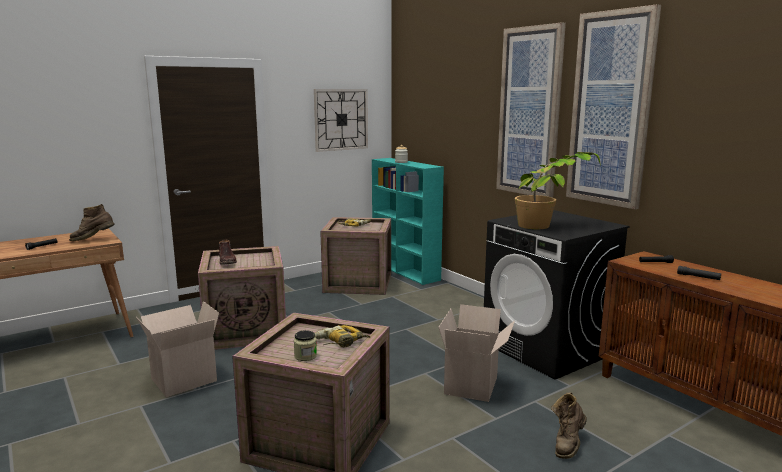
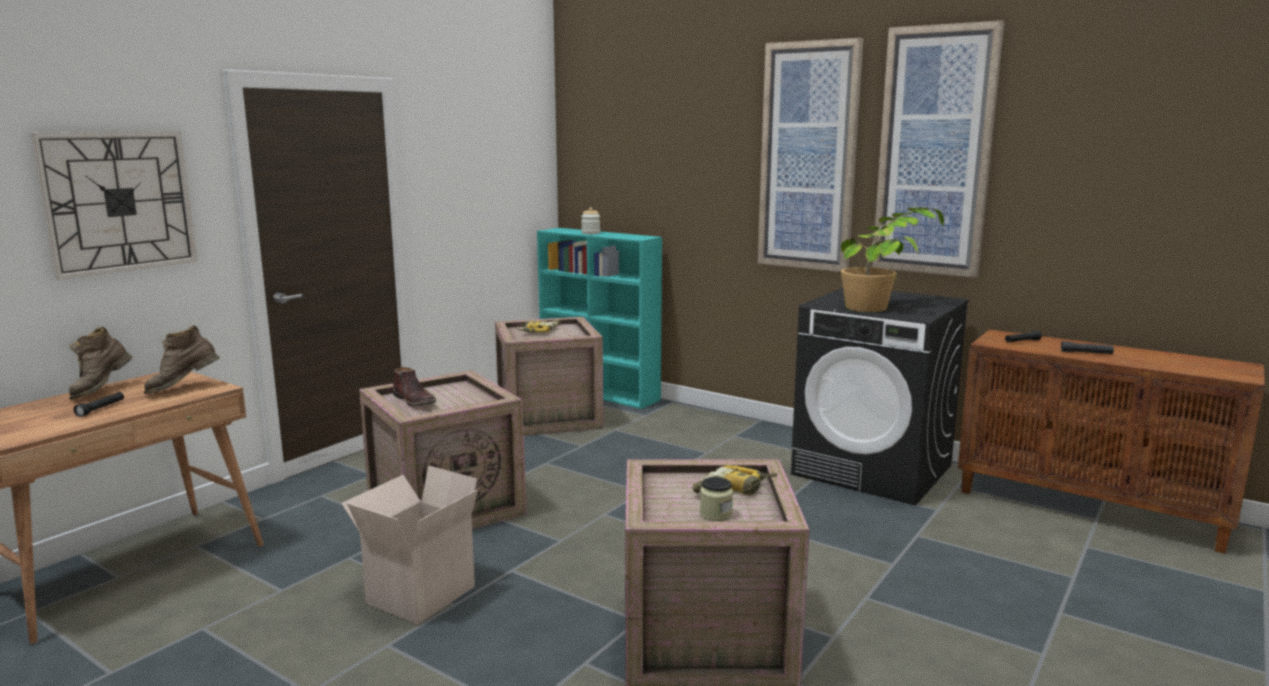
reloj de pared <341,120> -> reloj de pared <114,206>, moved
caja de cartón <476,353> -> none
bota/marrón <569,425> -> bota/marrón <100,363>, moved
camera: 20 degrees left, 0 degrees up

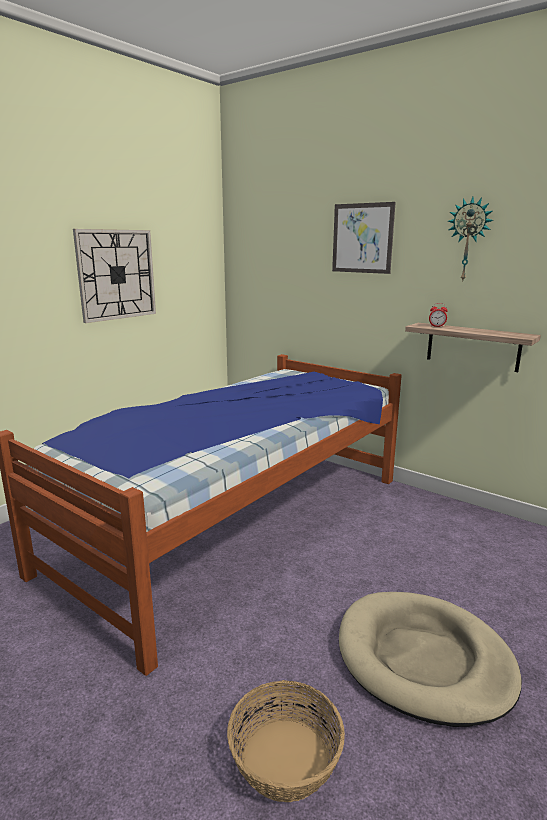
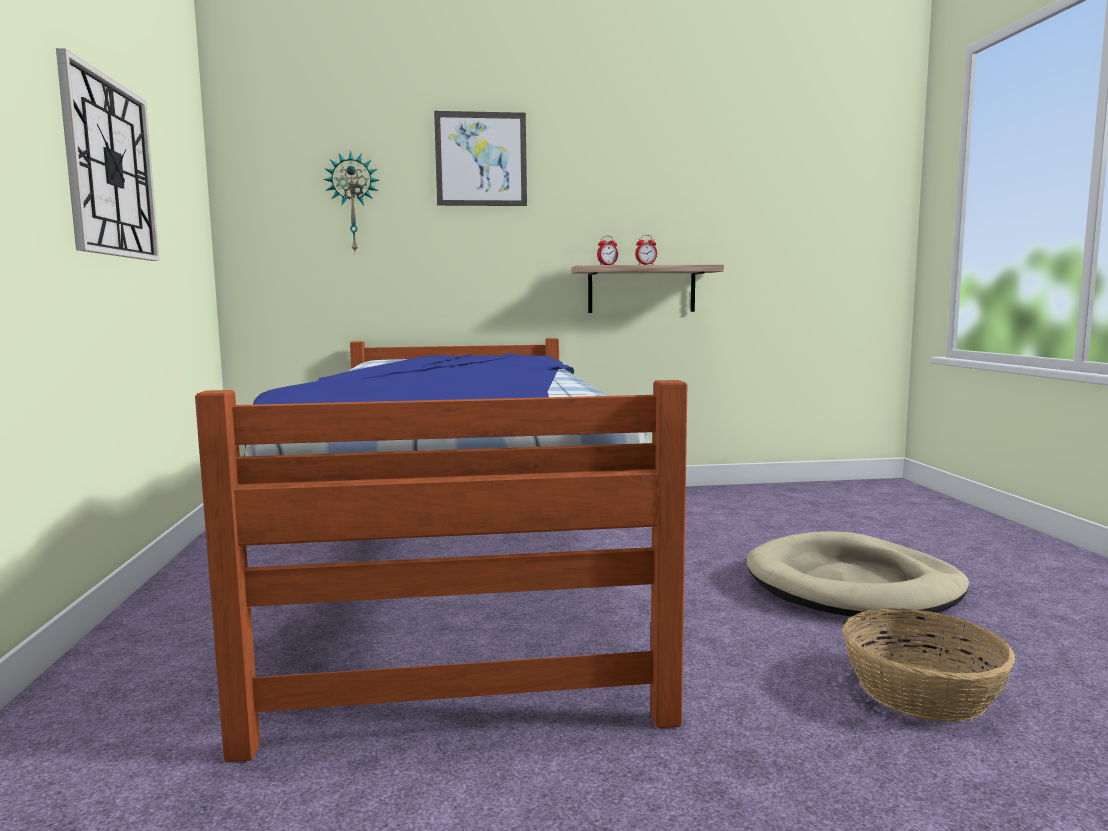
reloj de pared <471,238> -> reloj de pared <351,201>, moved
none -> despertador <646,250>
camera: 45 degrees left, 10 degrees down

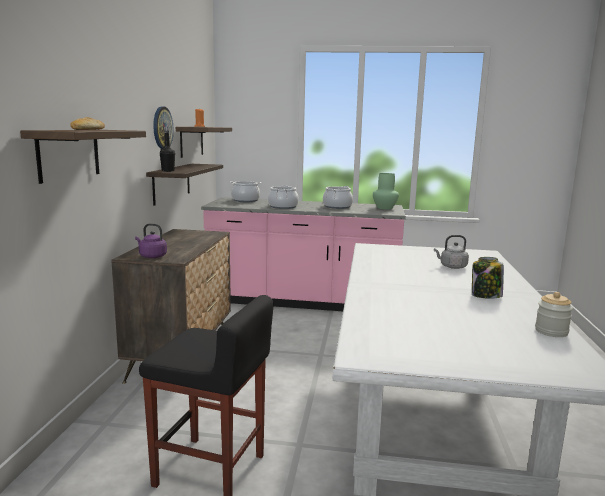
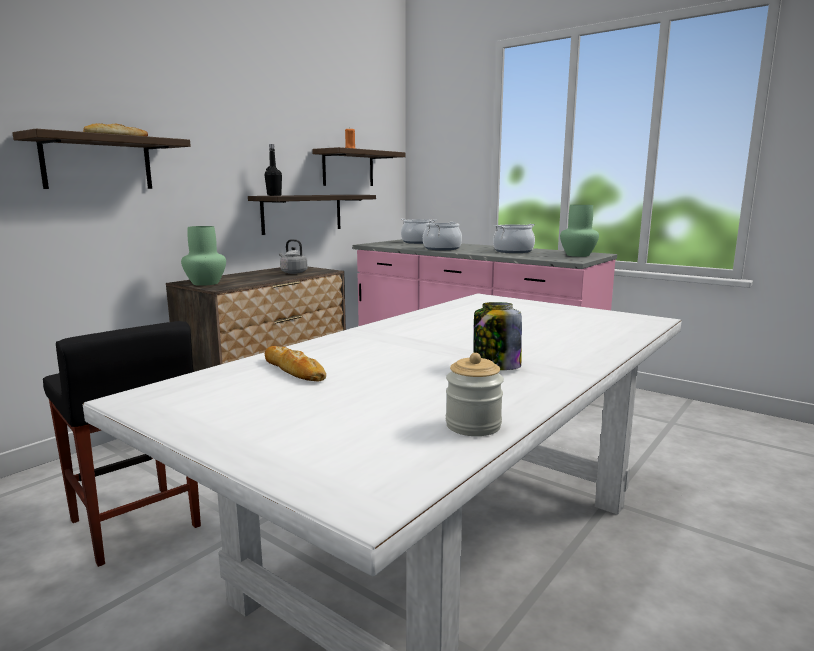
hervidor/morado <151,241> -> florero/verde <203,256>
reloj de pared <163,127> -> none
hervidor/gris <451,252> -> hervidor/gris <293,256>, moved
none -> pan <295,363>
camera: 30 degrees right, 0 degrees up

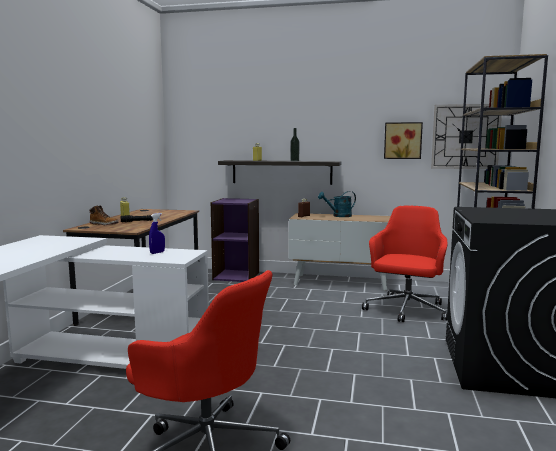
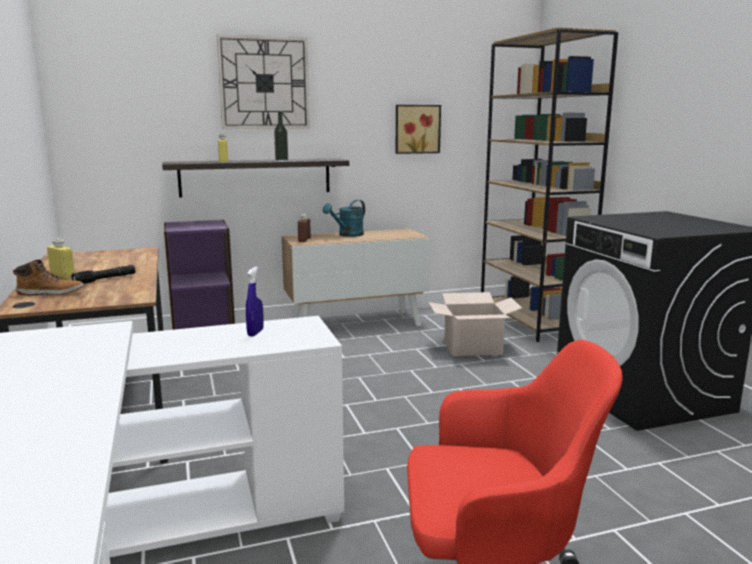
silla de oficina/rojo <405,264> -> caja de cartón <475,324>
reloj de pared <466,136> -> reloj de pared <263,81>, moved
camera: 30 degrees left, 5 degrees up

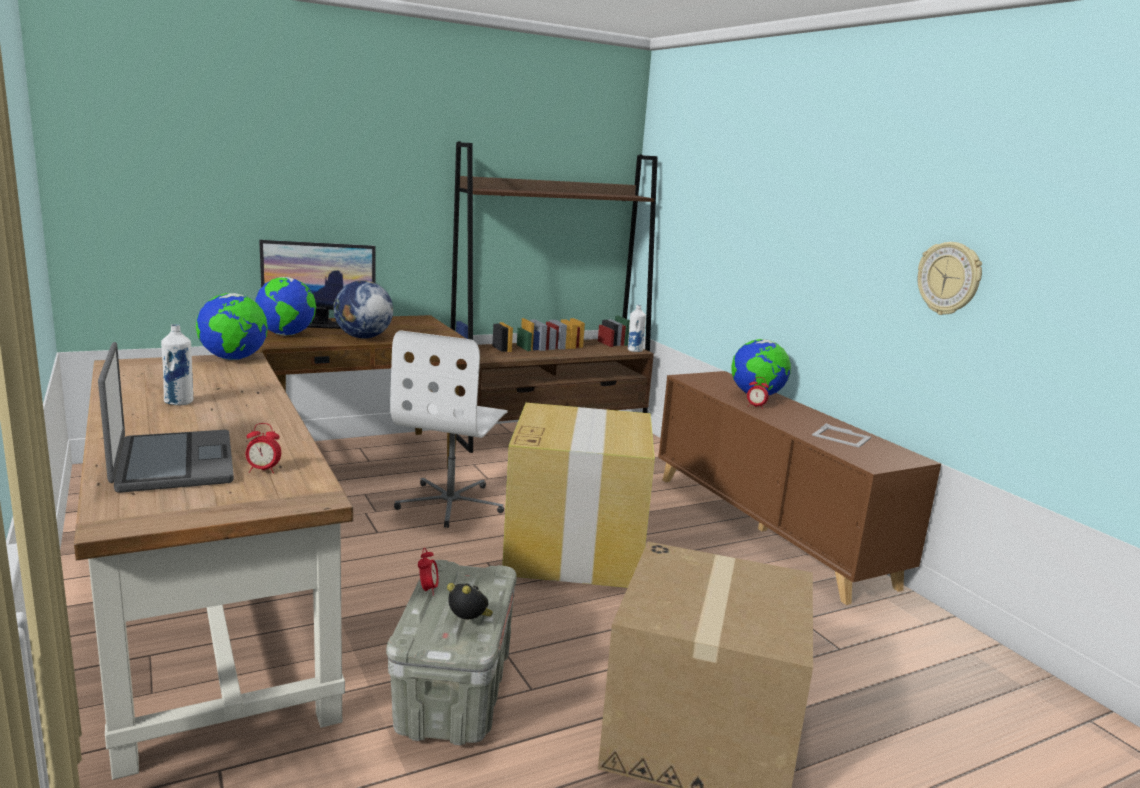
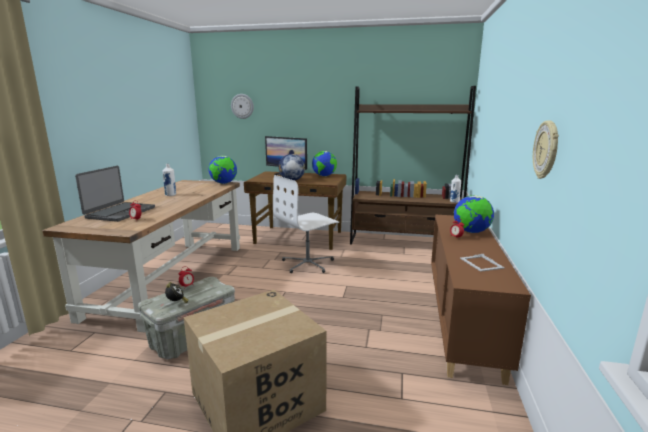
globo terráqueo <285,306> -> globo terráqueo <324,163>, moved
caja de cartón <578,495> -> none
none -> reloj de pared <242,106>
camera: 40 degrees right, 0 degrees up

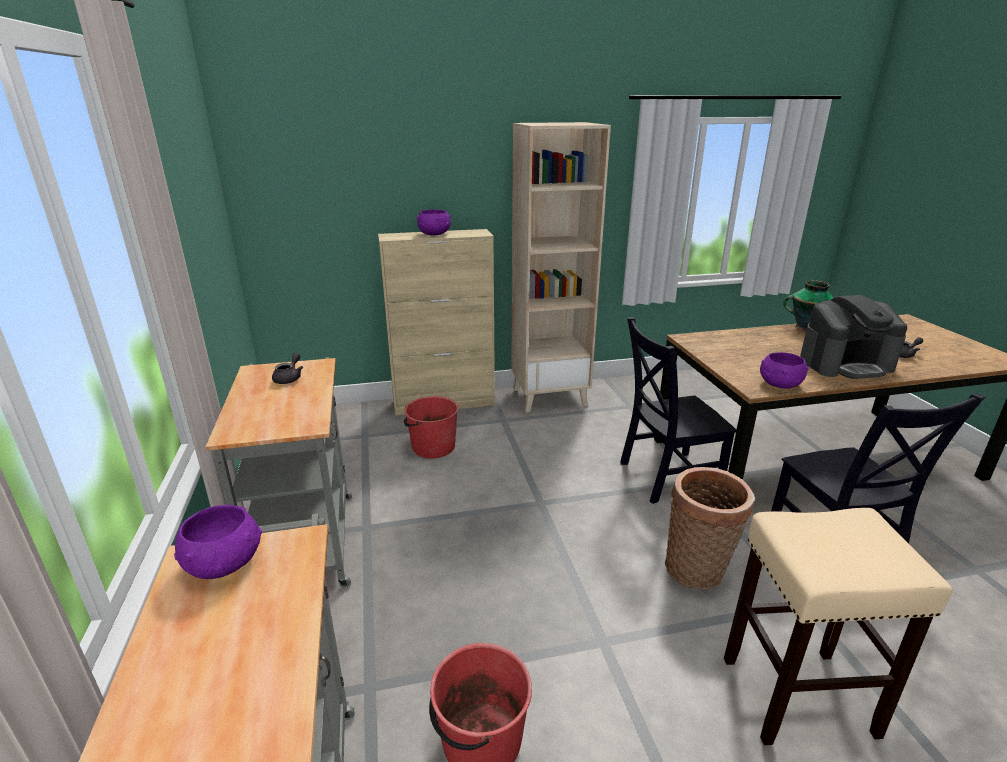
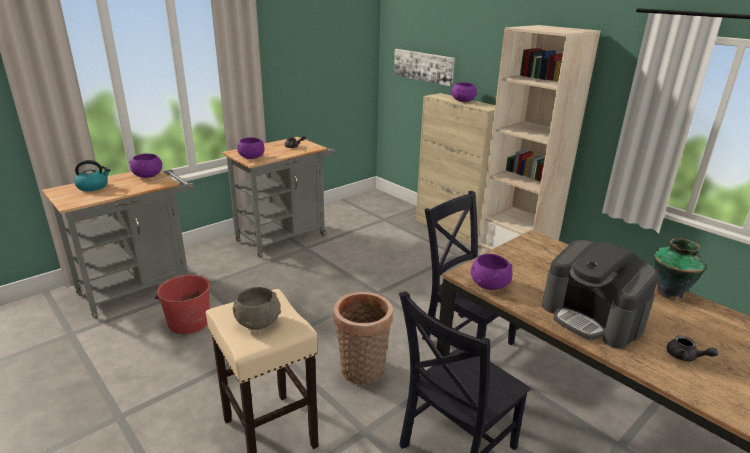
cubo/rojo <431,427> -> none
none -> hervidor <92,175>
none -> cuenco/gris <256,308>
none -> cuenco/morado <251,148>
none -> cuadro <424,67>
camera: 60 degrees right, 0 degrees up

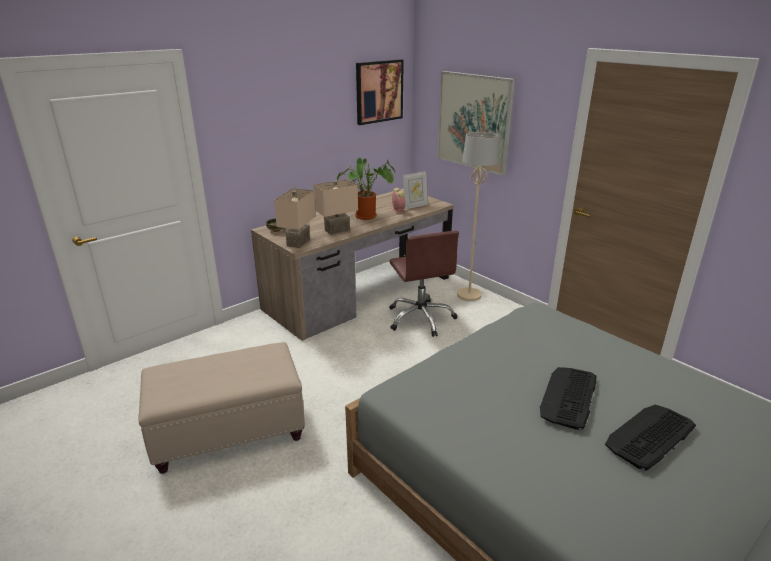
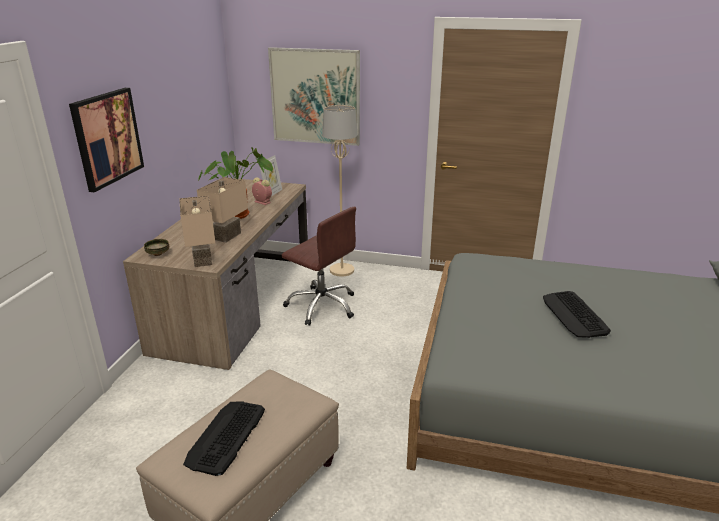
cuadro <380,92> -> cuadro <106,140>, moved
teclado <650,438> -> teclado <224,438>, moved
camera: 35 degrees left, 0 degrees up

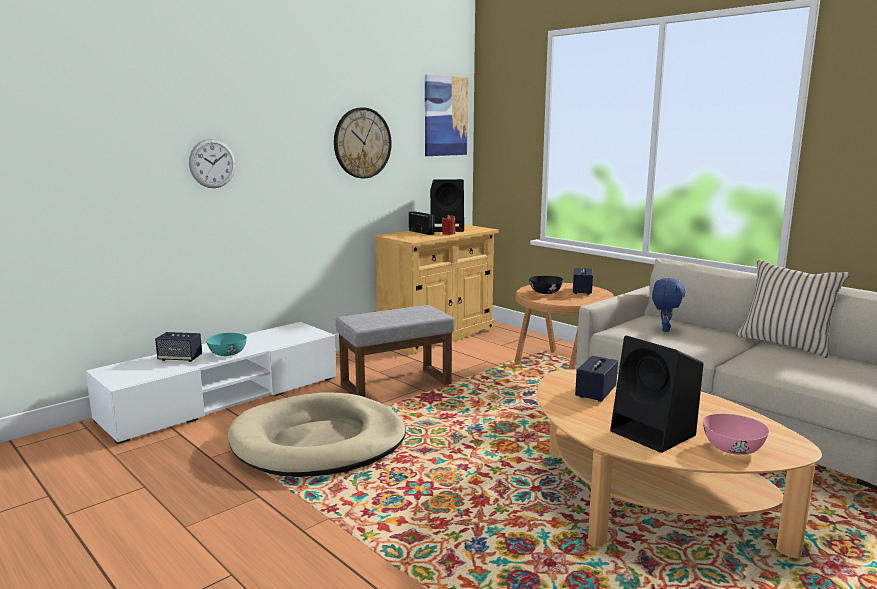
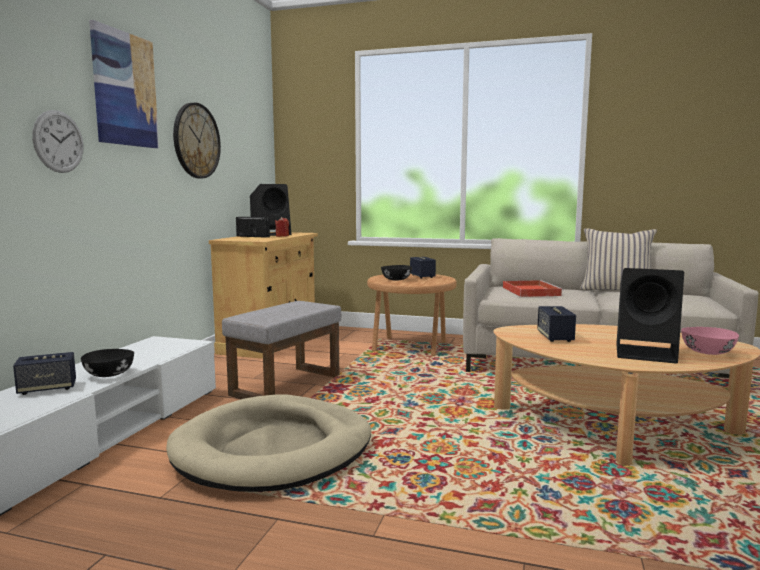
cuenco/turquesa <226,344> -> cuenco/negro <107,363>
cuadro <447,115> -> cuadro <124,84>, moved
peluche/azul <668,305> -> bandeja/rojo <533,288>
camera: 30 degrees left, 5 degrees down

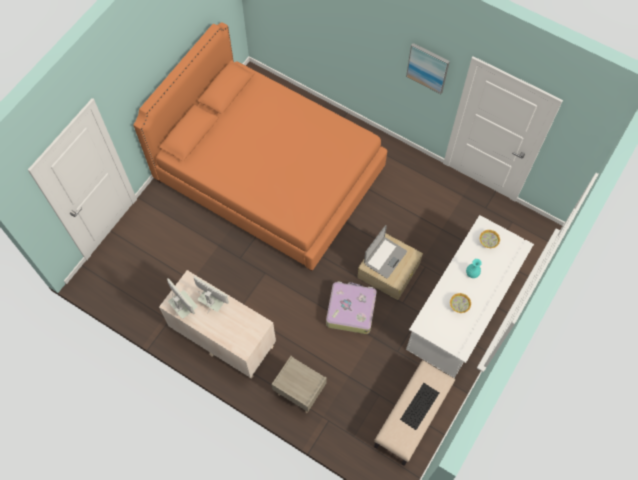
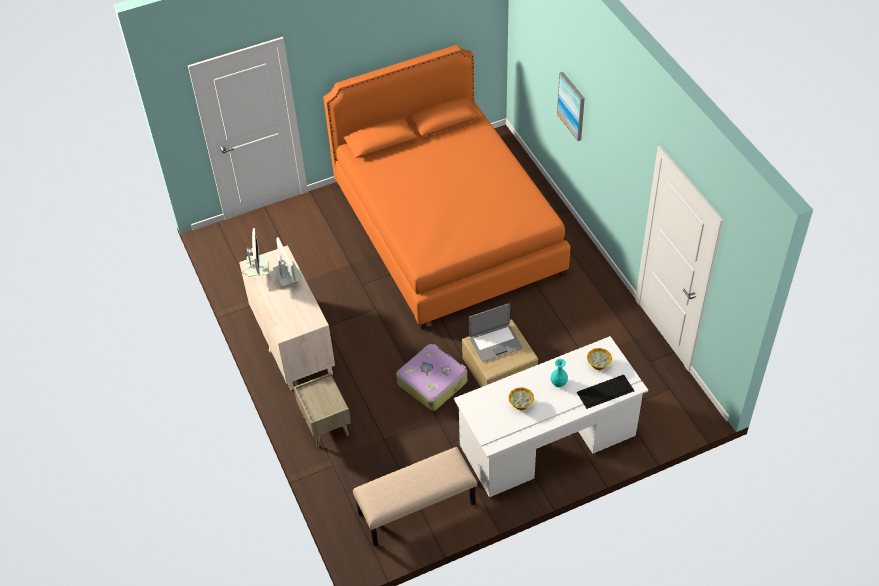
teclado <419,406> -> teclado <605,392>, moved
cuadro <428,68> -> cuadro <571,106>, moved
camera: 35 degrees right, 15 degrees down

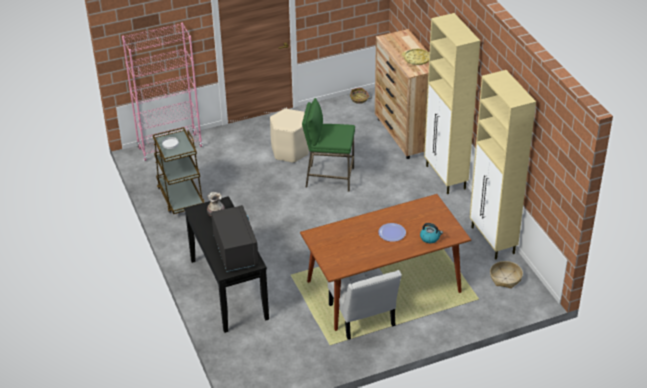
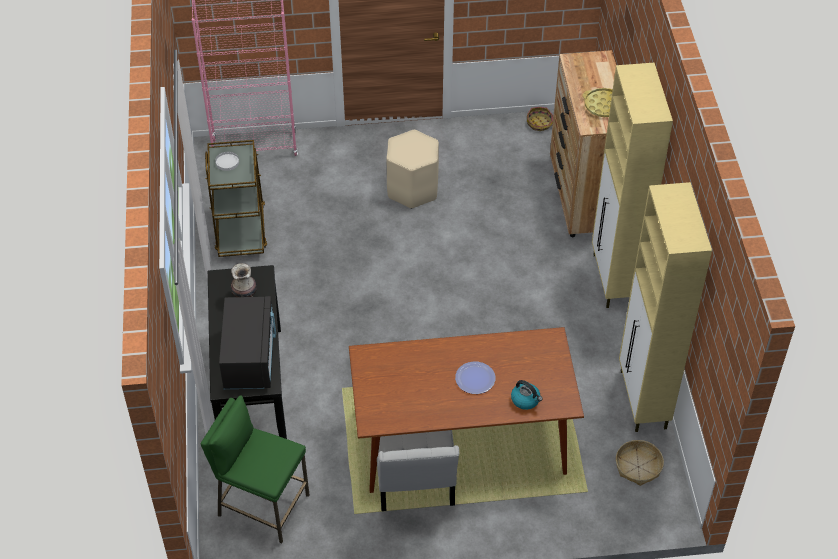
taburete/verde <328,145> -> taburete/verde <255,469>, moved
camera: 15 degrees right, 10 degrees up

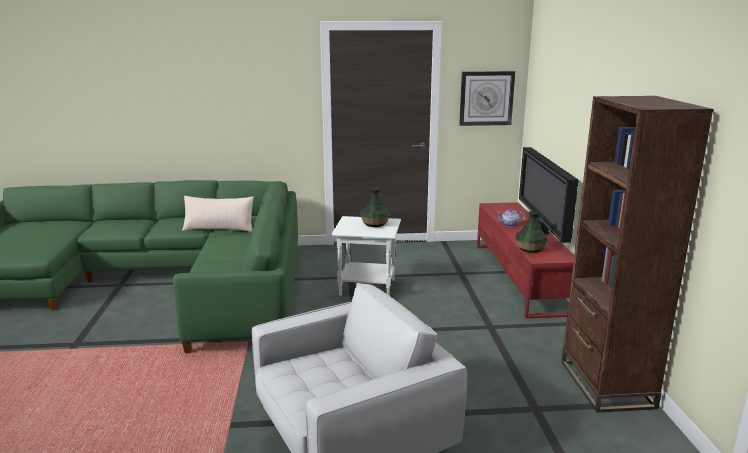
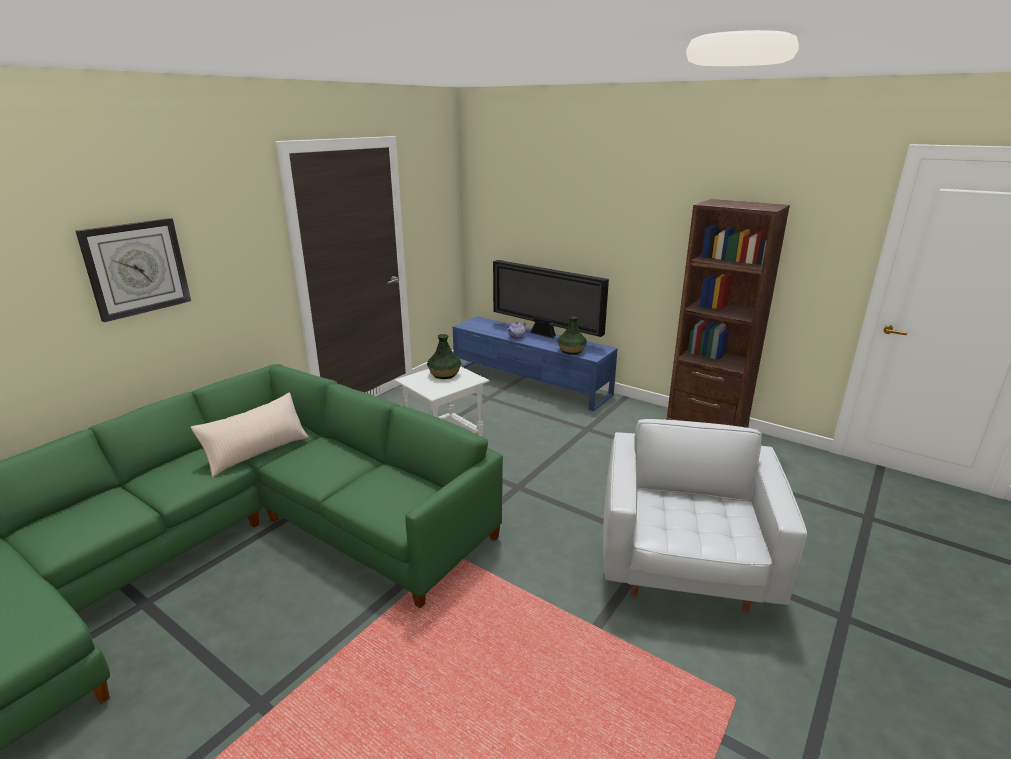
reloj de pared <487,98> -> reloj de pared <133,270>, moved
mueble de televisión/rojo <525,260> -> mueble de televisión/azul <535,363>
camera: 50 degrees left, 5 degrees up

